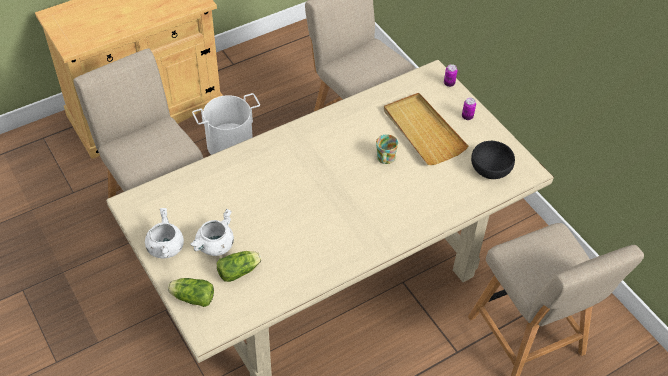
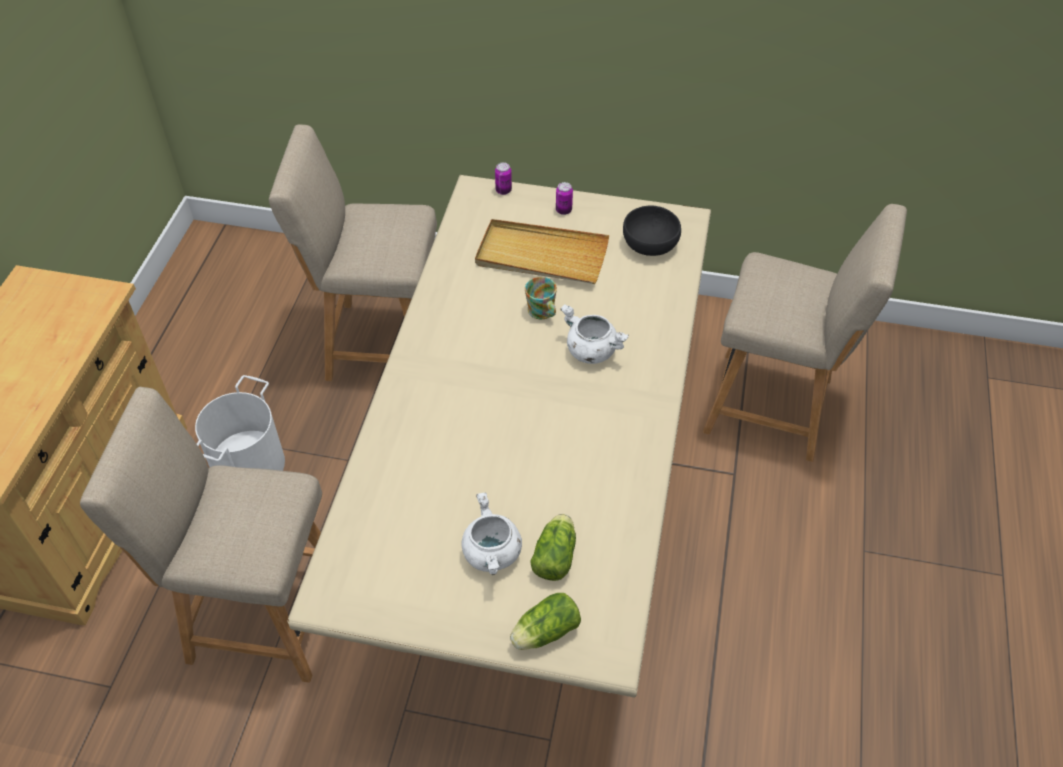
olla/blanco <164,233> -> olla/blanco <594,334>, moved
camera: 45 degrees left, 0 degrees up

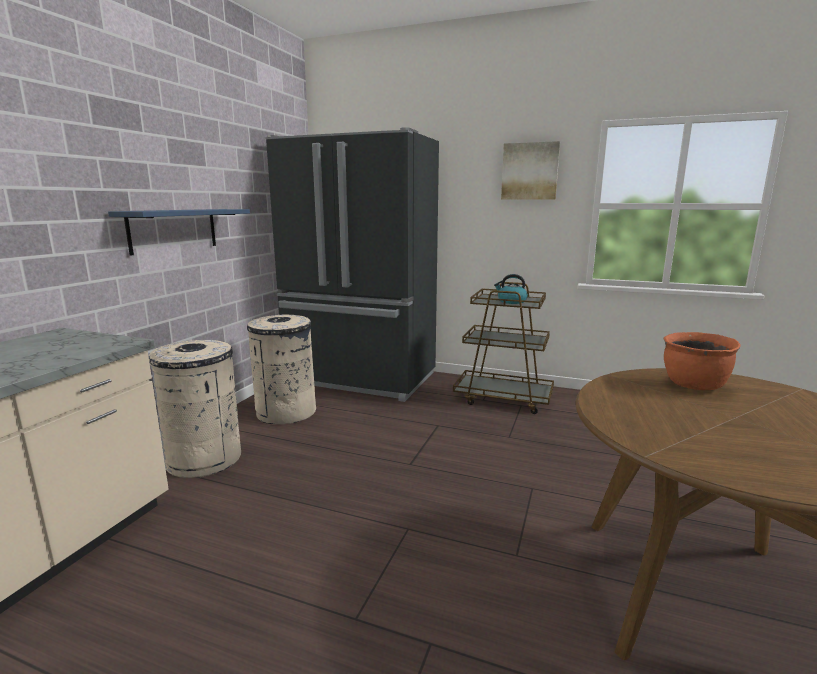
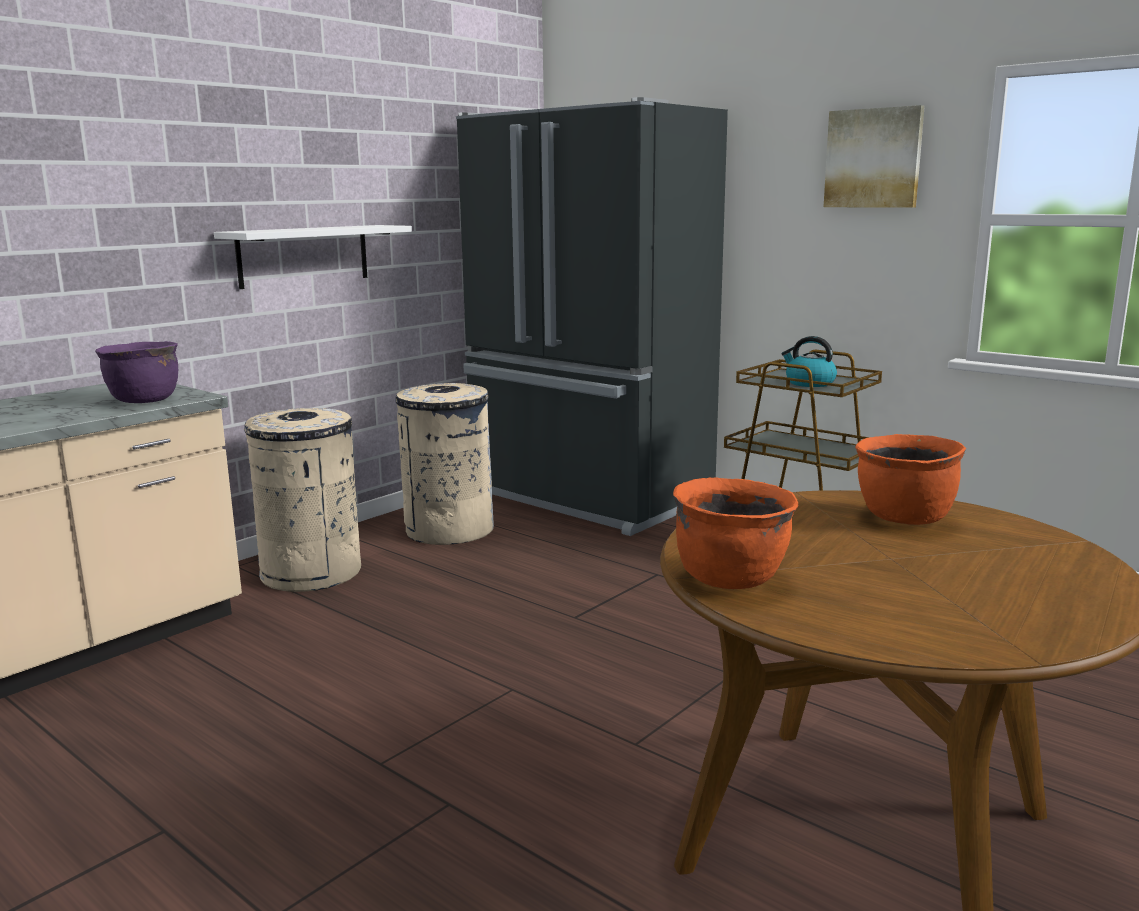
estante/azul <179,232> -> estante/blanco <313,257>
none -> olla/morado <136,372>
none -> olla/naranja <735,533>
camera: 20 degrees right, 0 degrees up

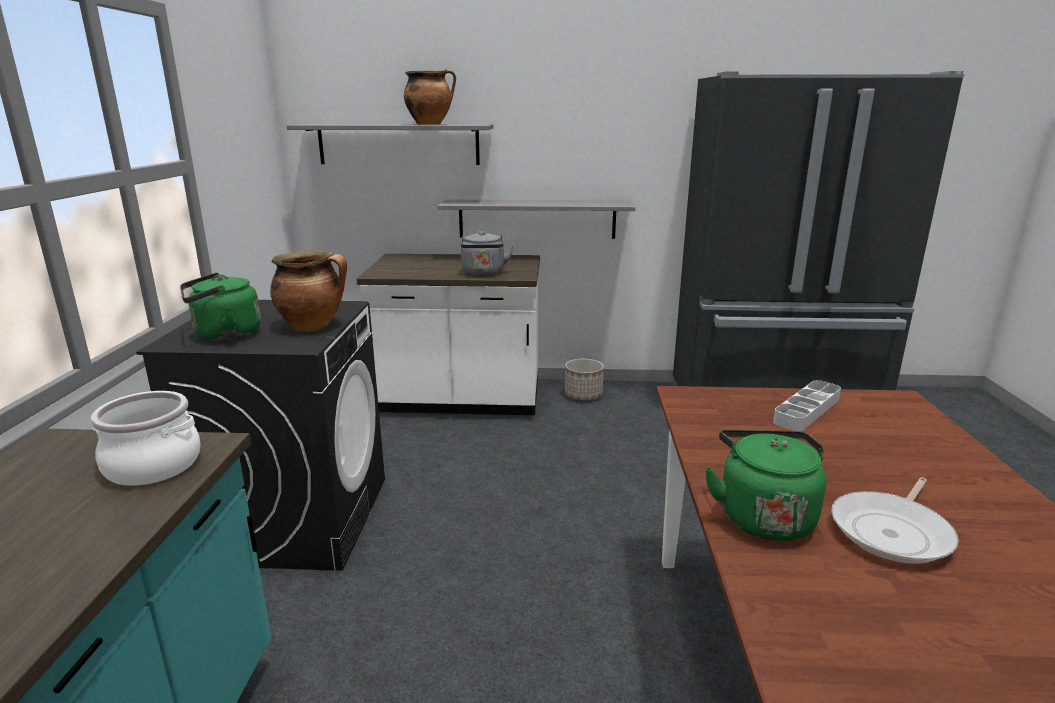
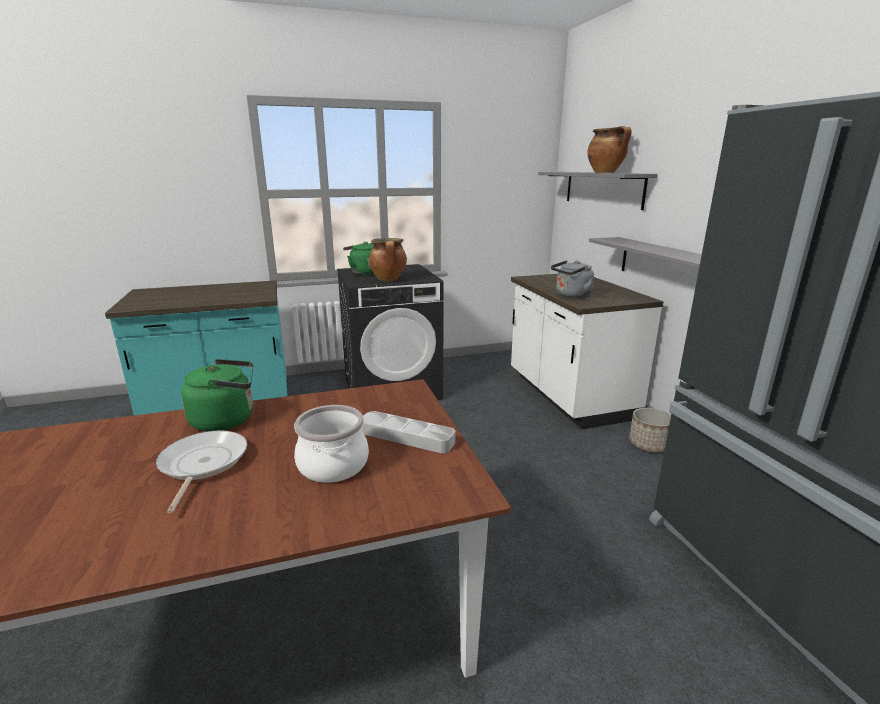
olla <146,438> -> olla <331,444>, moved
sartén <895,520> -> sartén <201,472>, 60 degrees clockwise
camera: 70 degrees right, 0 degrees up

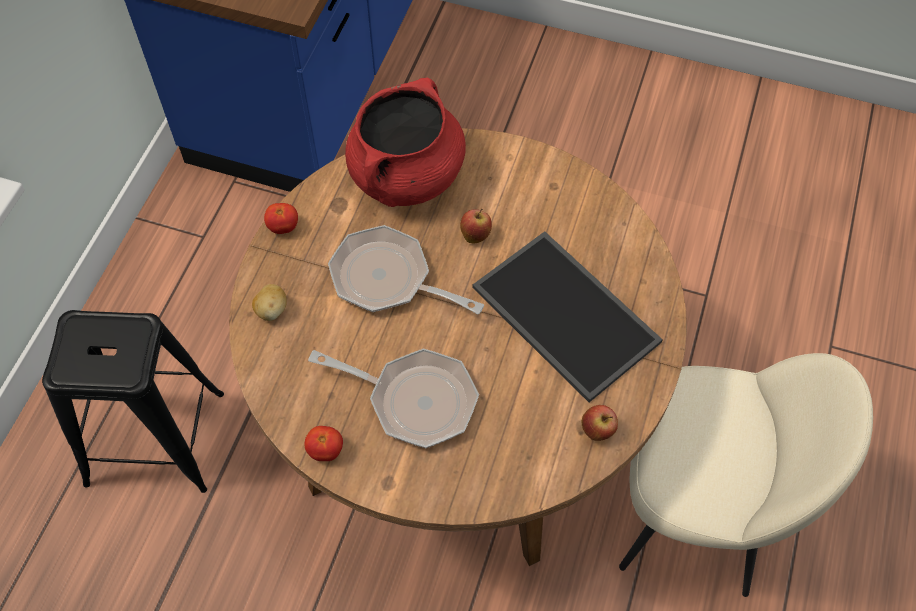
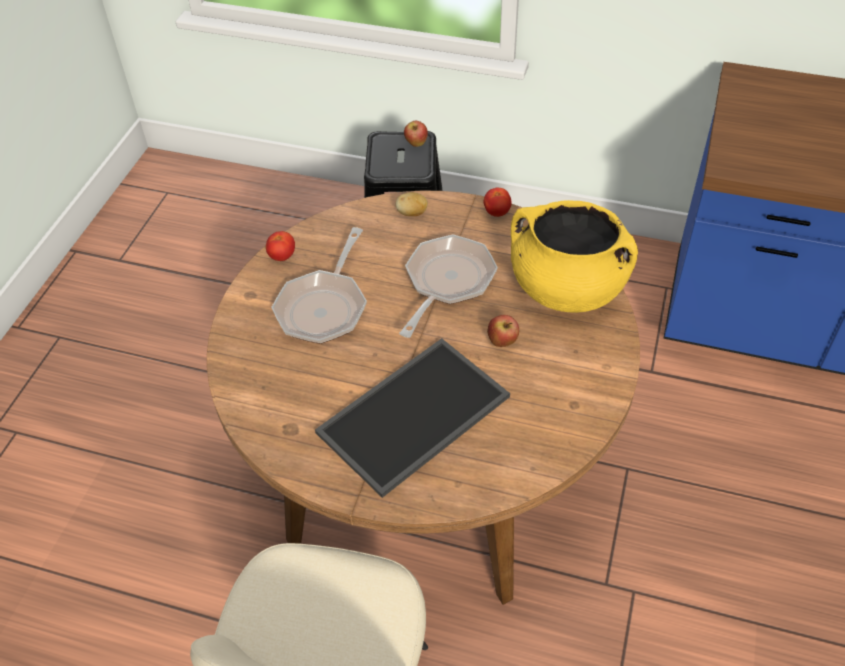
olla/rojo <405,142> -> olla/amarillo <574,256>
manzana <599,423> -> manzana <416,134>, moved
camera: 90 degrees right, 10 degrees down

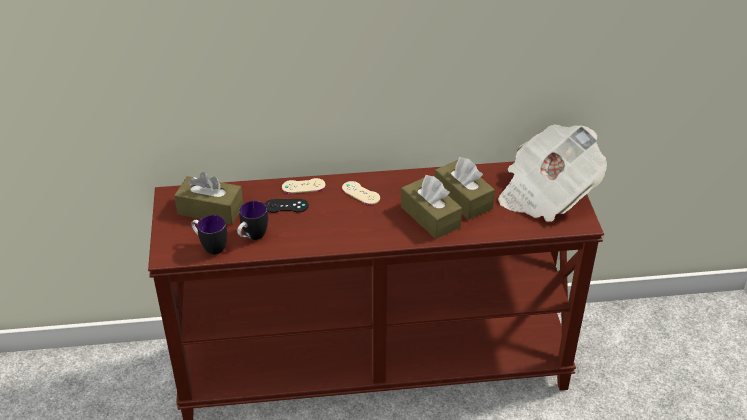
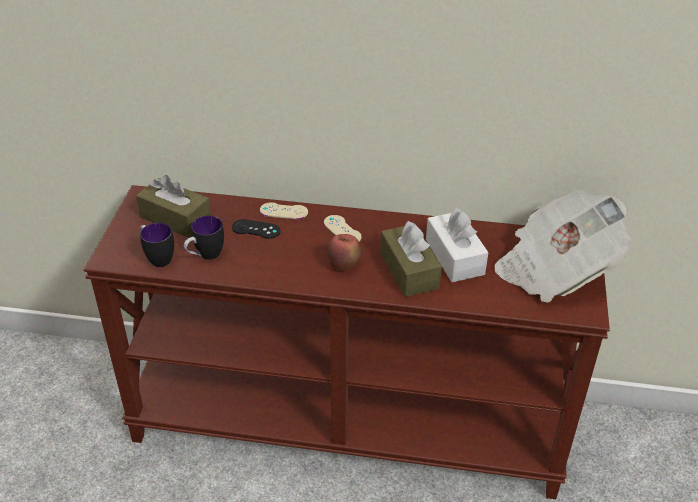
caja de pañuelos/marrón <465,188> -> caja de pañuelos/blanco <457,245>
none -> manzana <344,252>
camera: 15 degrees right, 0 degrees up

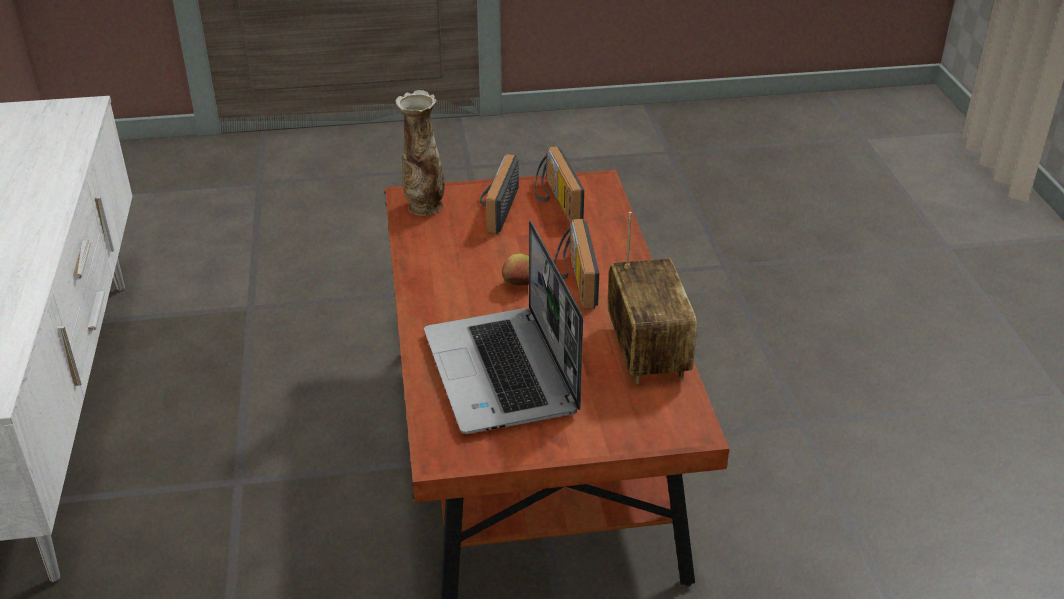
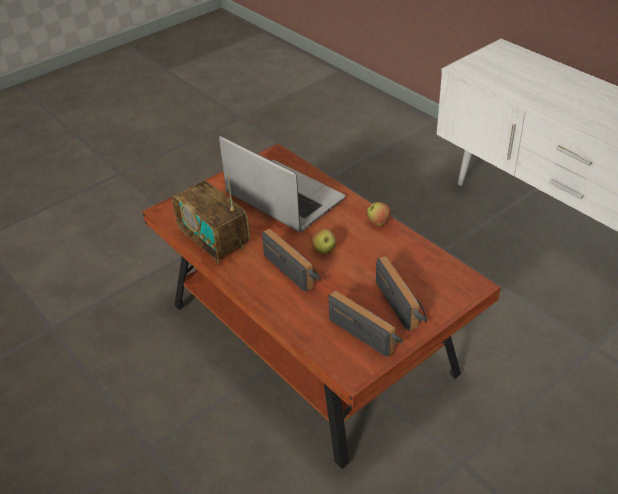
florero <420,153> -> none
none -> manzana <379,214>
camera: 150 degrees right, 5 degrees up

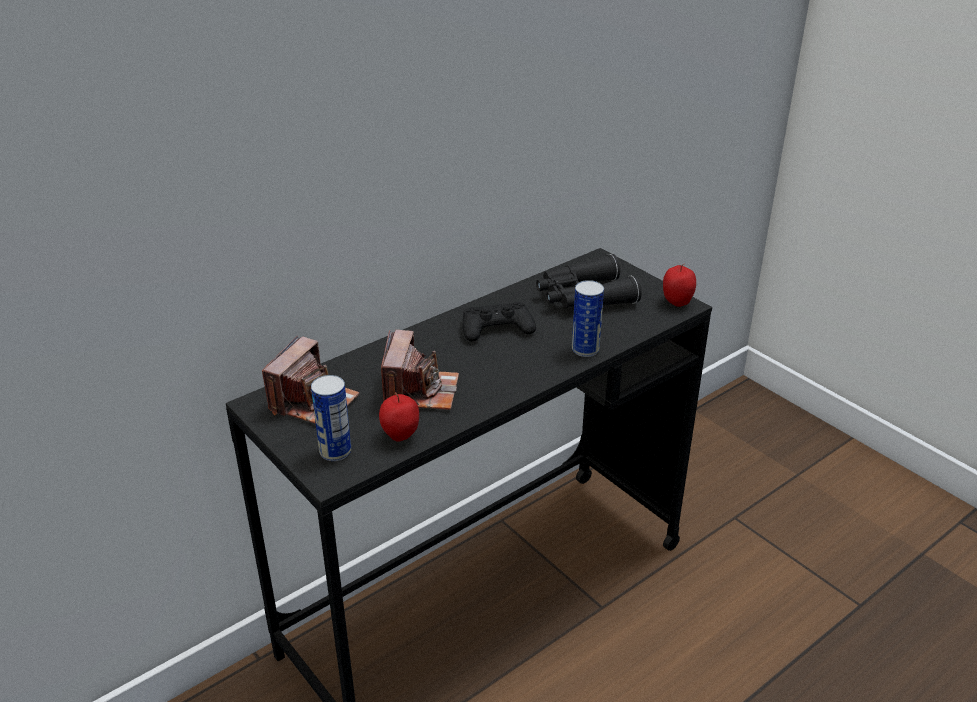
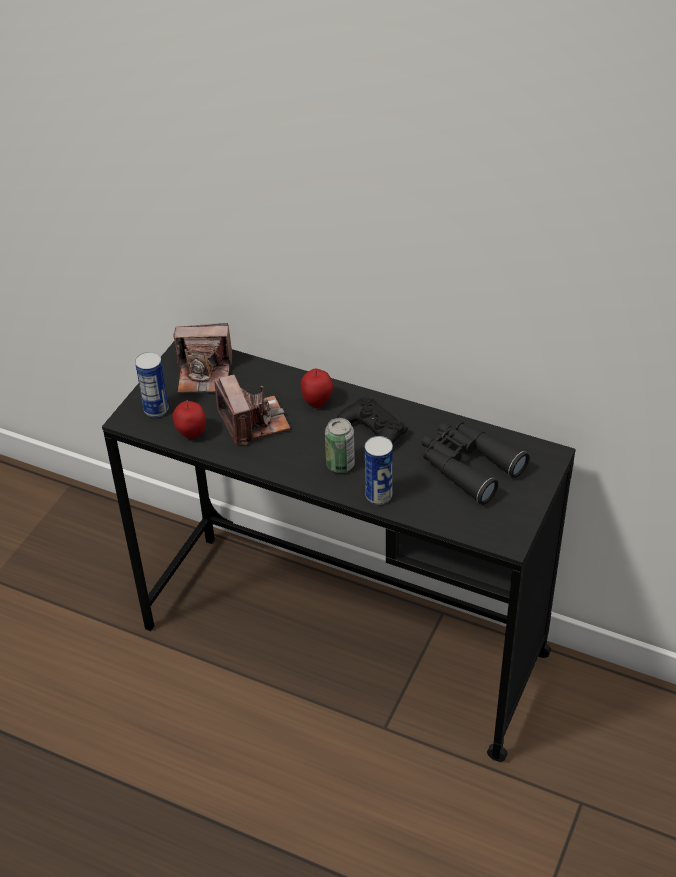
cámara <420,370> -> cámara <252,410>, 90 degrees counterclockwise
manzana <679,285> -> manzana <317,389>, moved
none -> lata <340,445>
camera: 65 degrees right, 10 degrees up

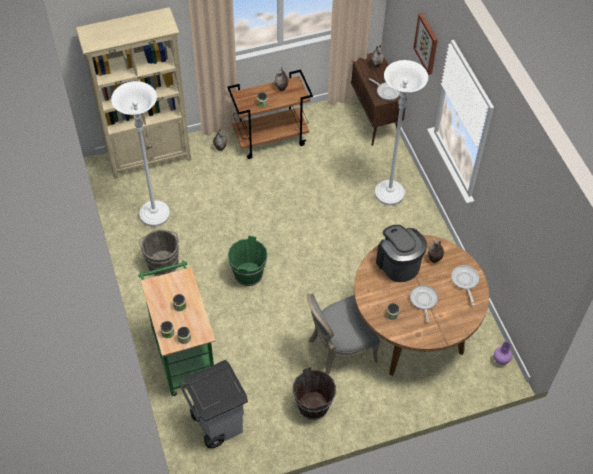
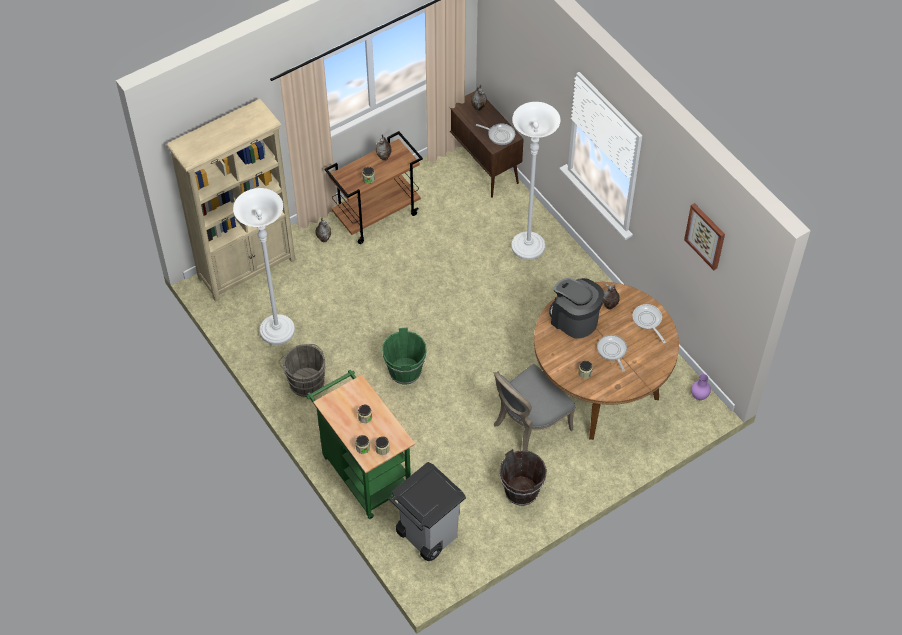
cuadro <426,44> -> cuadro <704,236>, moved
camera: 15 degrees left, 0 degrees up

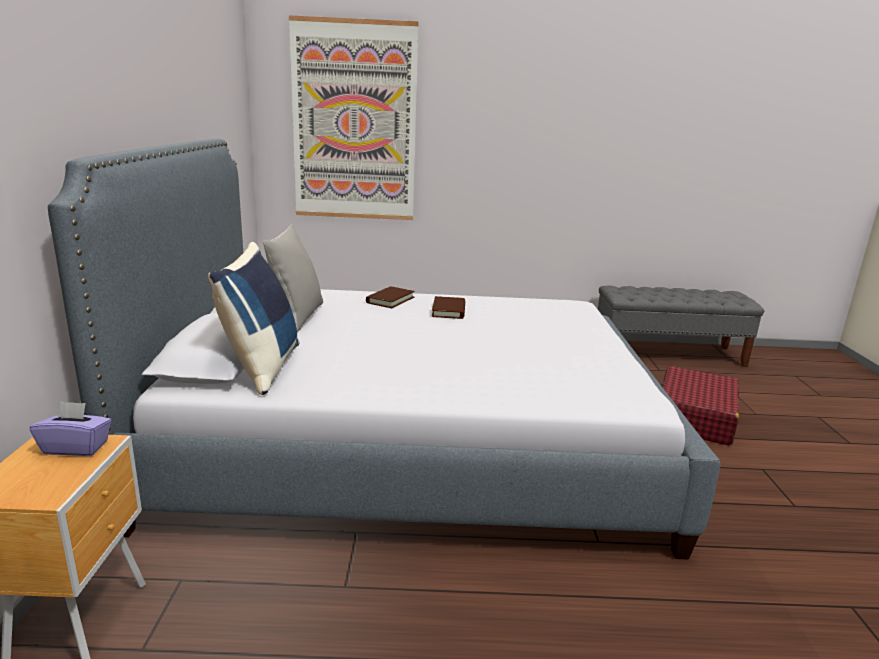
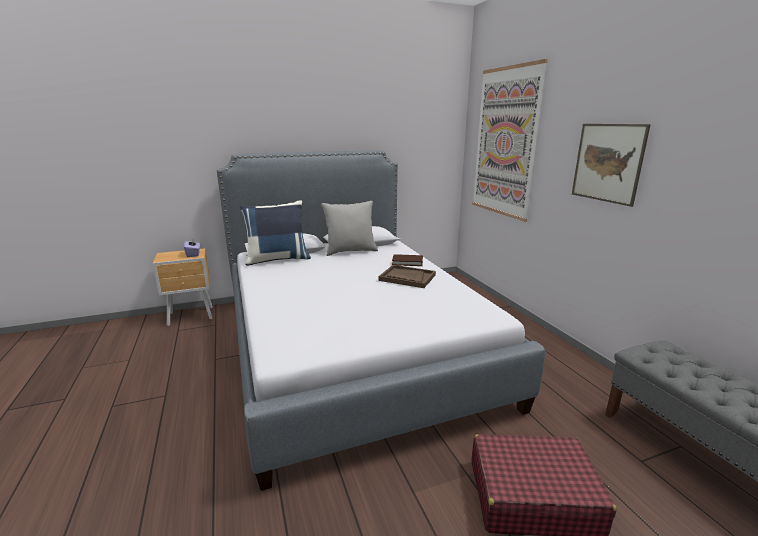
libro/marrón <448,307> -> bandeja/marrón <407,276>
none -> cuadro <611,165>
camera: 70 degrees right, 0 degrees up

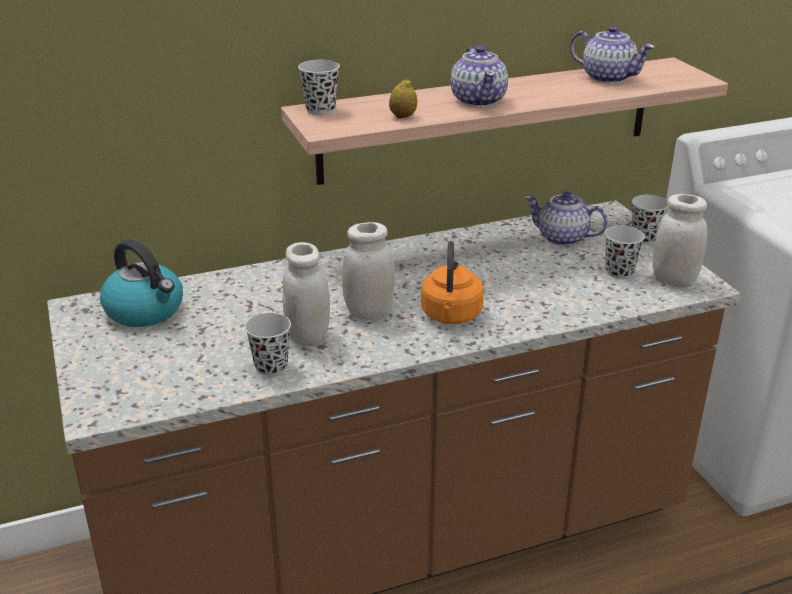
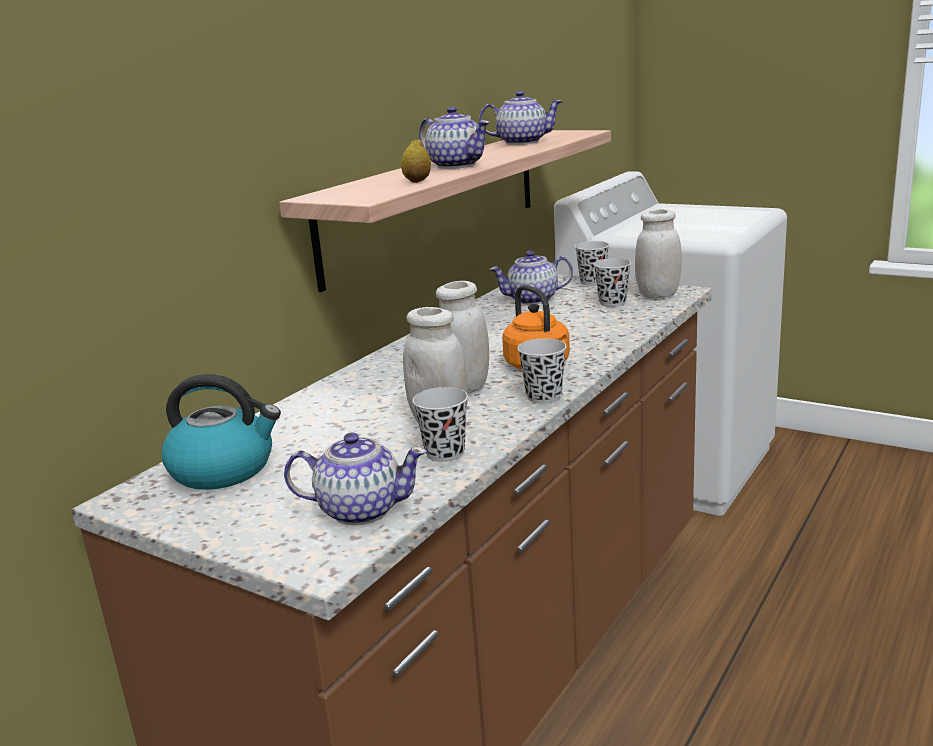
taza/negro <319,87> -> taza/negro <542,371>, moved
none -> tetera <355,479>
camera: 35 degrees left, 10 degrees down

